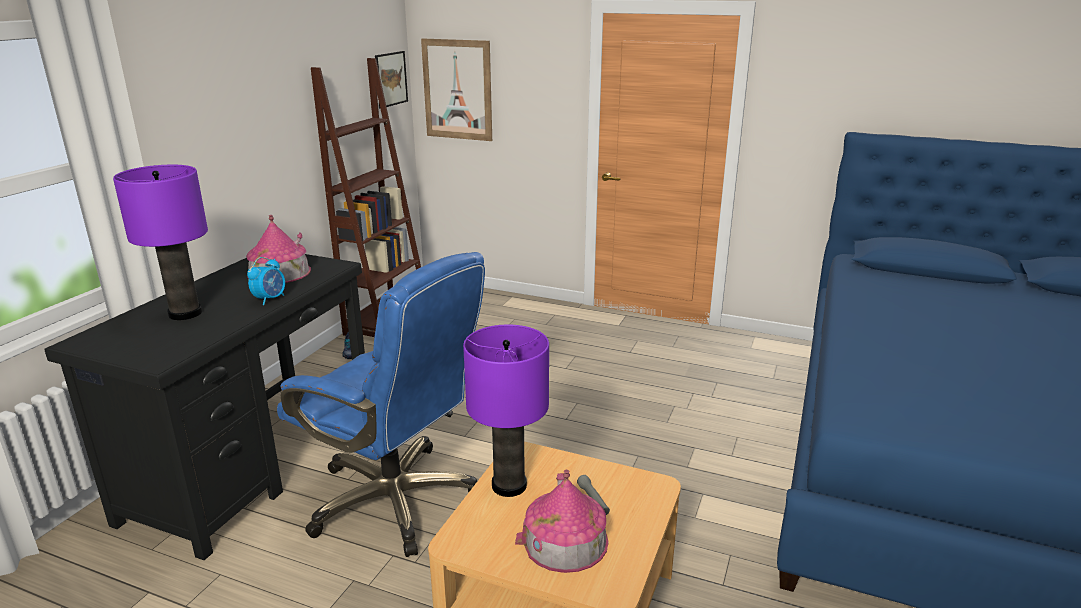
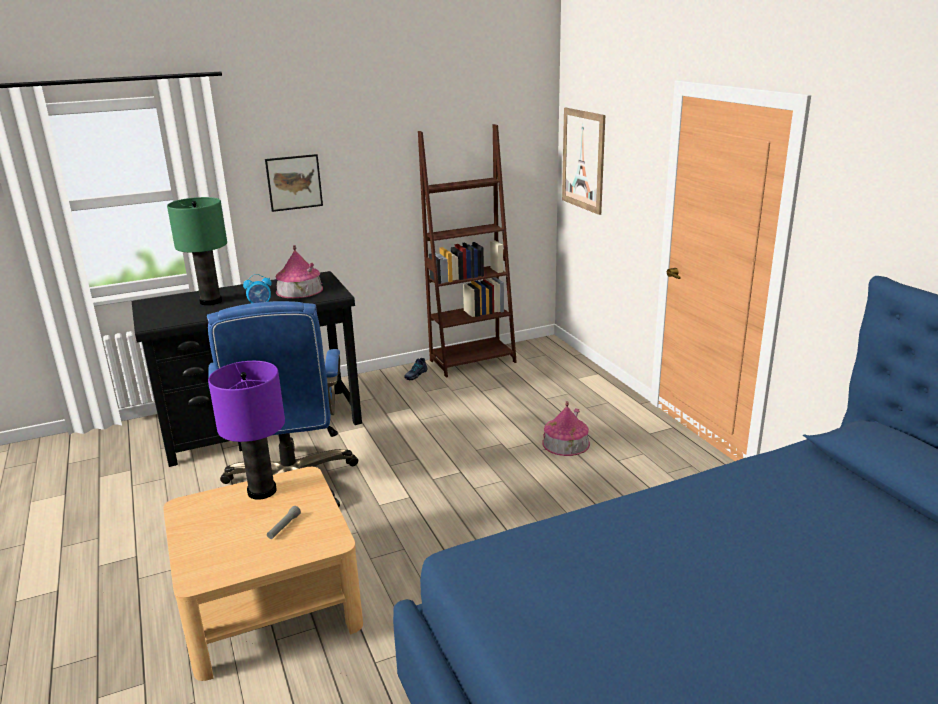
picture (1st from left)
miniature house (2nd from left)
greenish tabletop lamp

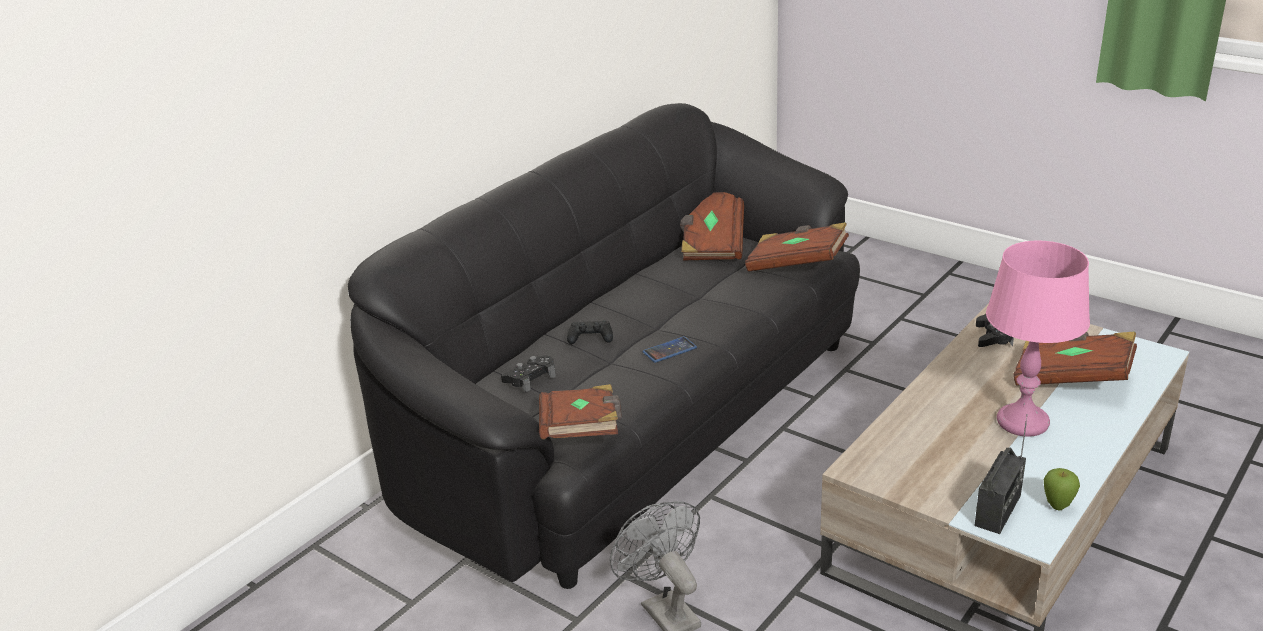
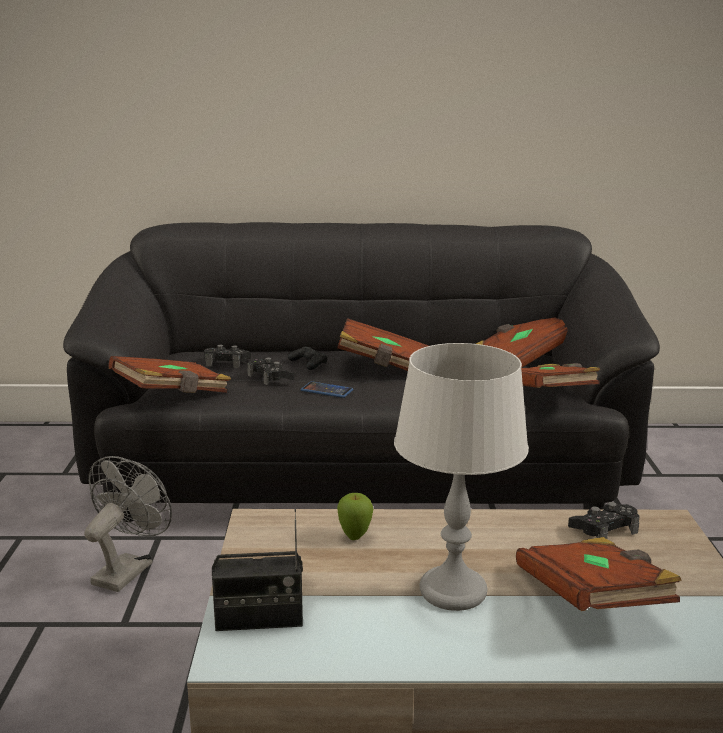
black gamepad (2nd from left)
brownish book (2nd from left)
whole apple
grey tabletop lamp

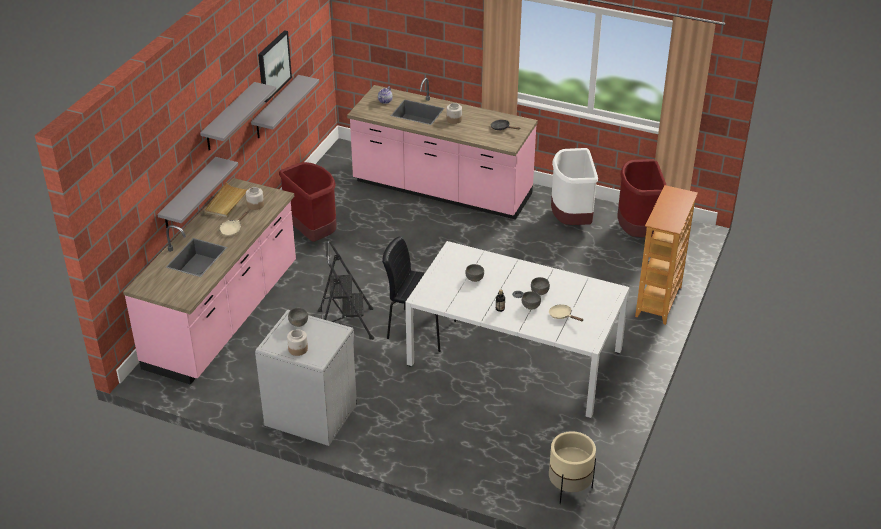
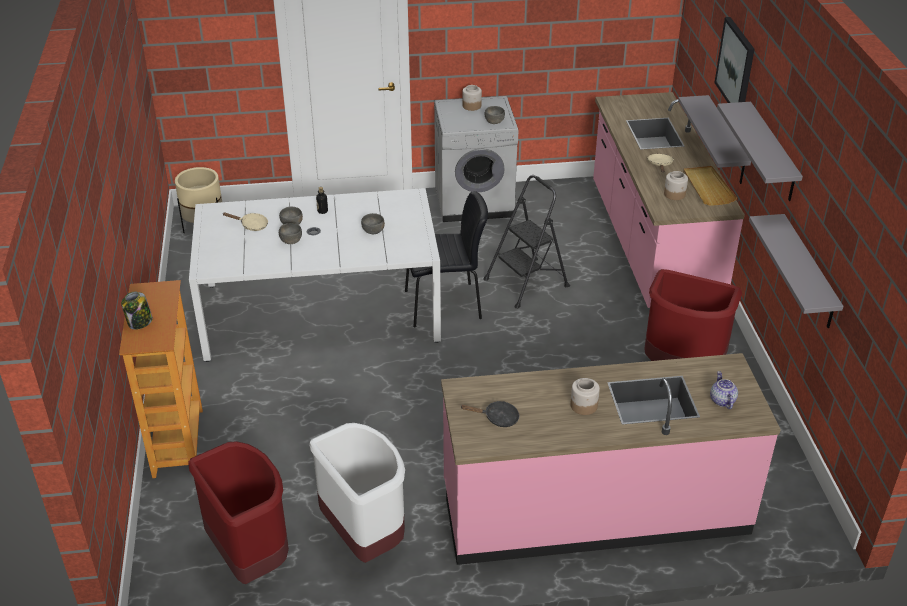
storage jar (1st from left)
picture

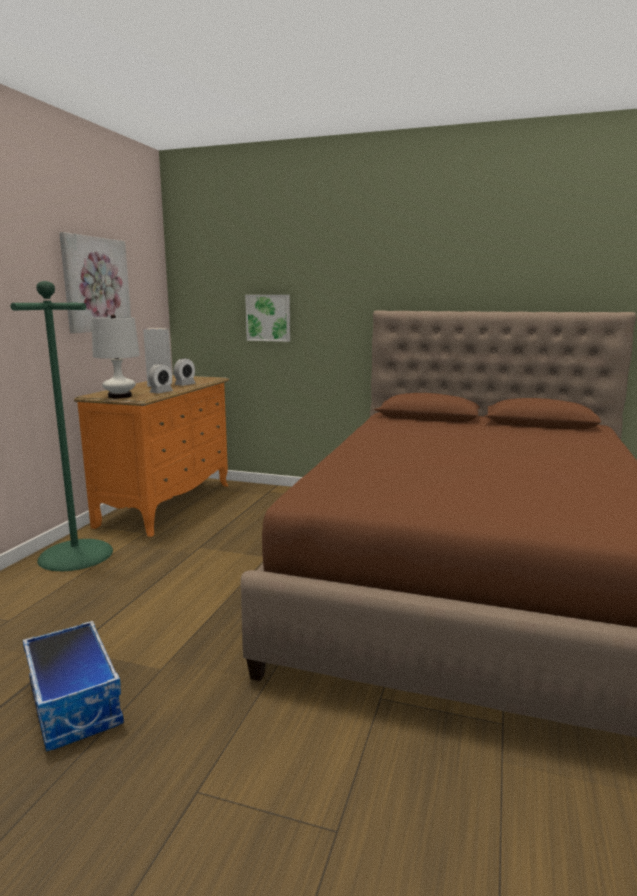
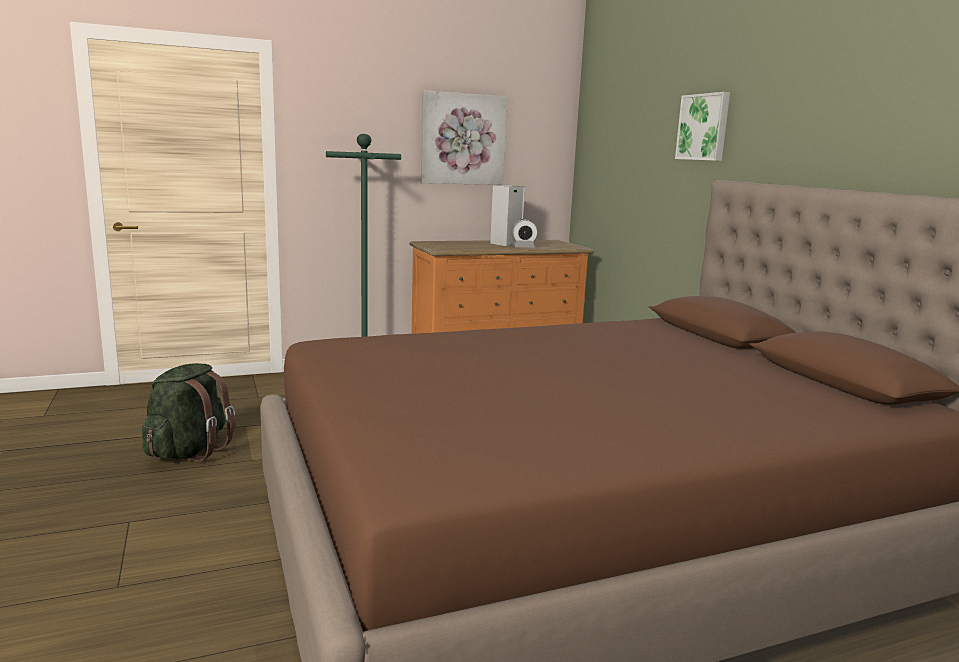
whitish tabletop lamp
table clock (1st from left in the first image)
picture (2nd from left)
greenish backpack

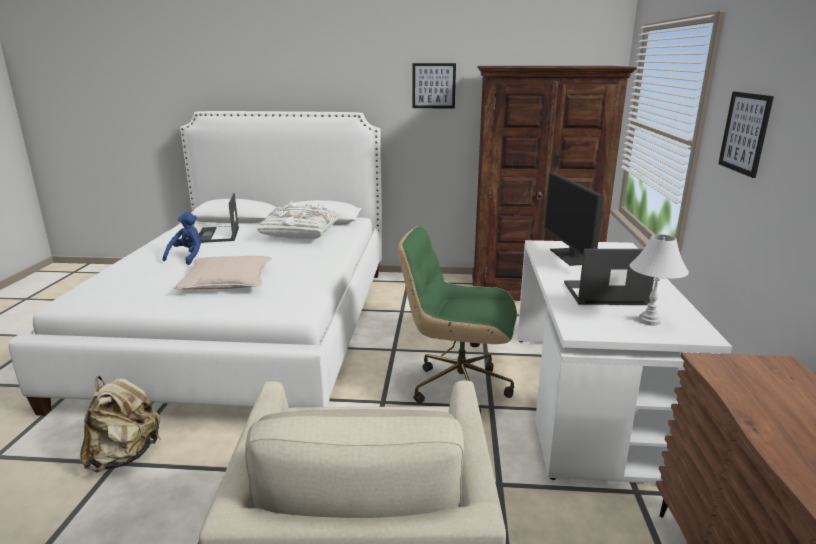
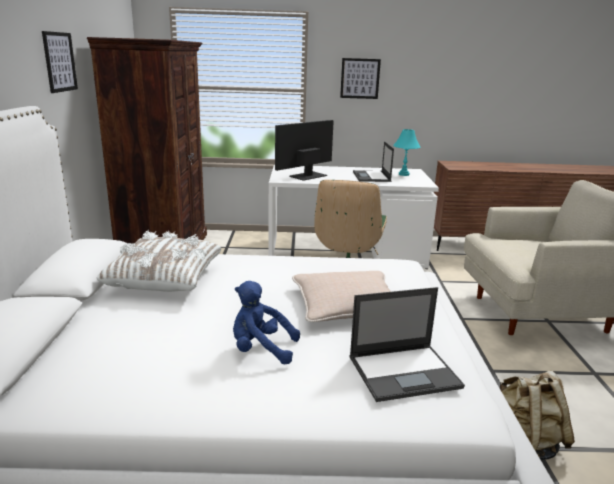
notebook computer (2nd from left)
turquoise tabletop lamp
computer display

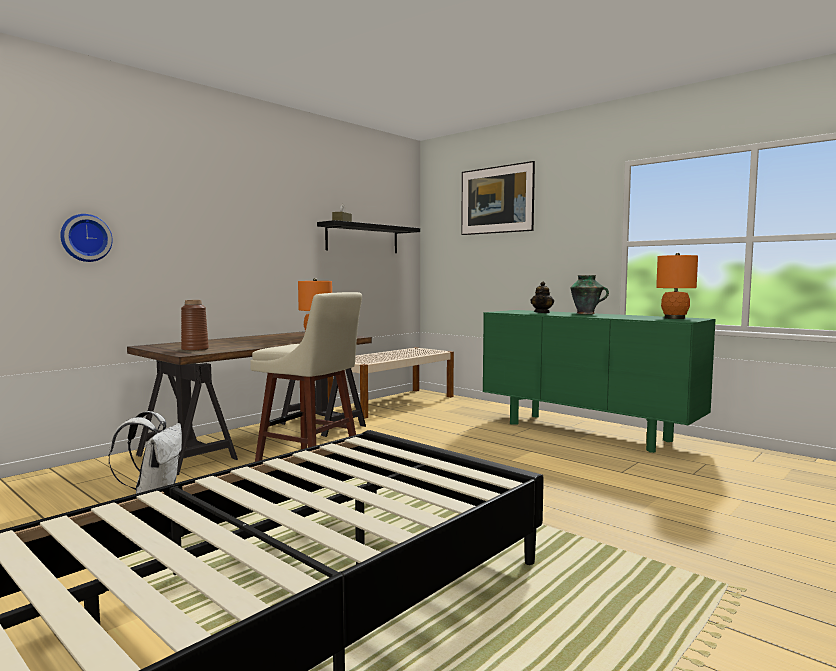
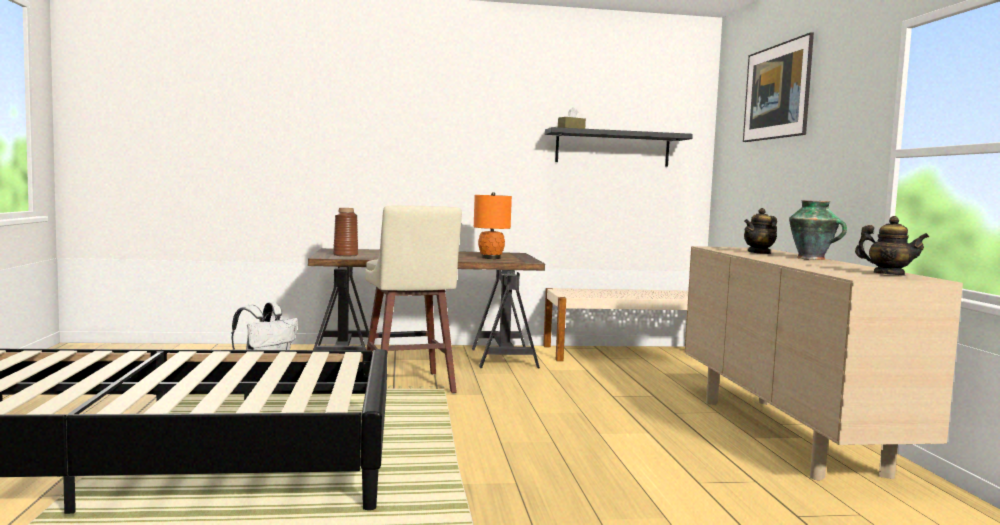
clock on the wall
pot for tea (2nd from left)
beige-coloured dresser

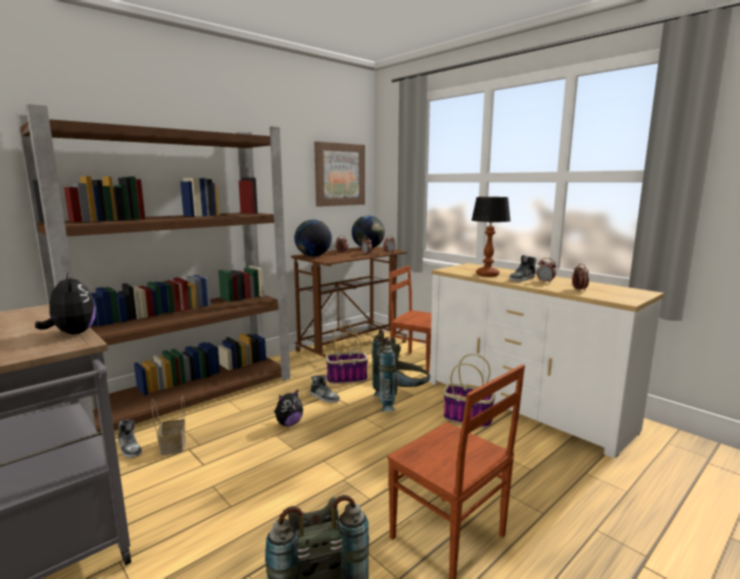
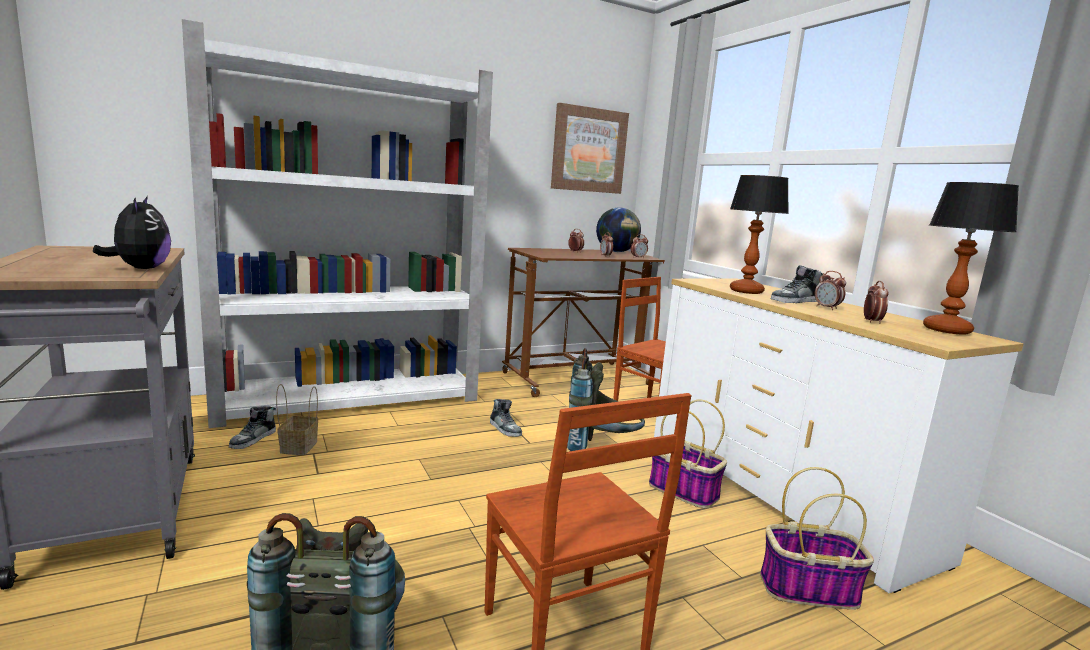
soft toy (2nd from left in the first image)
world globe (1st from left in the first image)
tabletop lamp (2nd from left)
basket (3rd from left)
whitish shelving unit
shoe (1st from left)

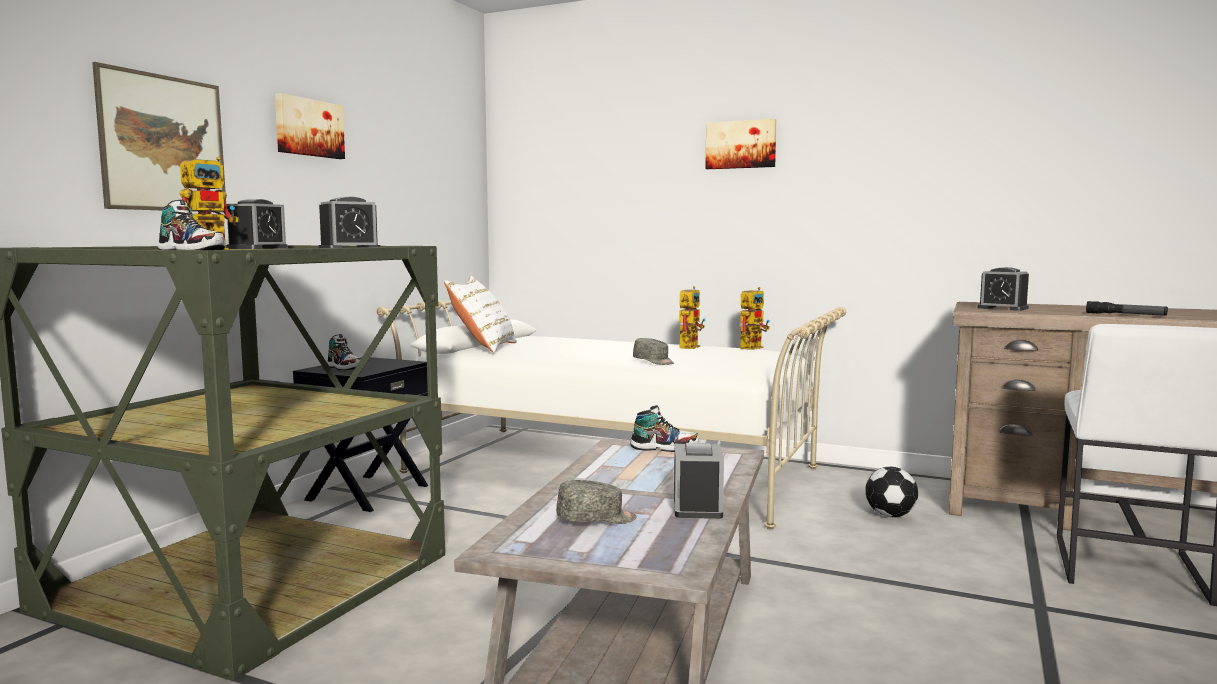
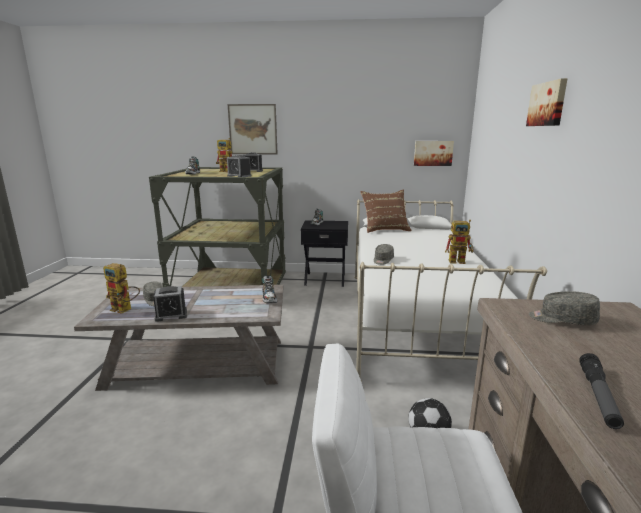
picture (2nd from left)
robot figure (1st from left)
grey baseball cap (3rd from left)
brownish pillow

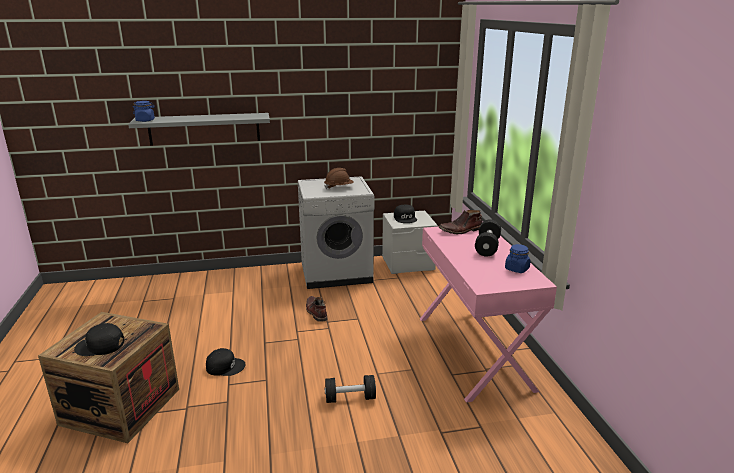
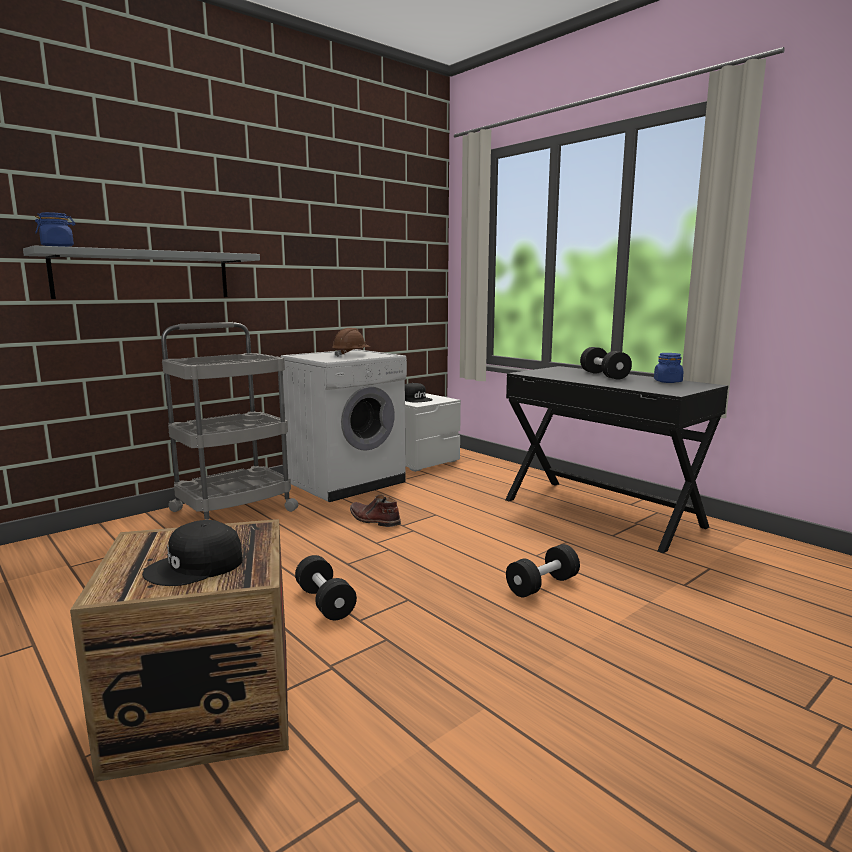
brownish boot (2nd from left in the first image)
grey cart
black free weight (1st from left)
black console table

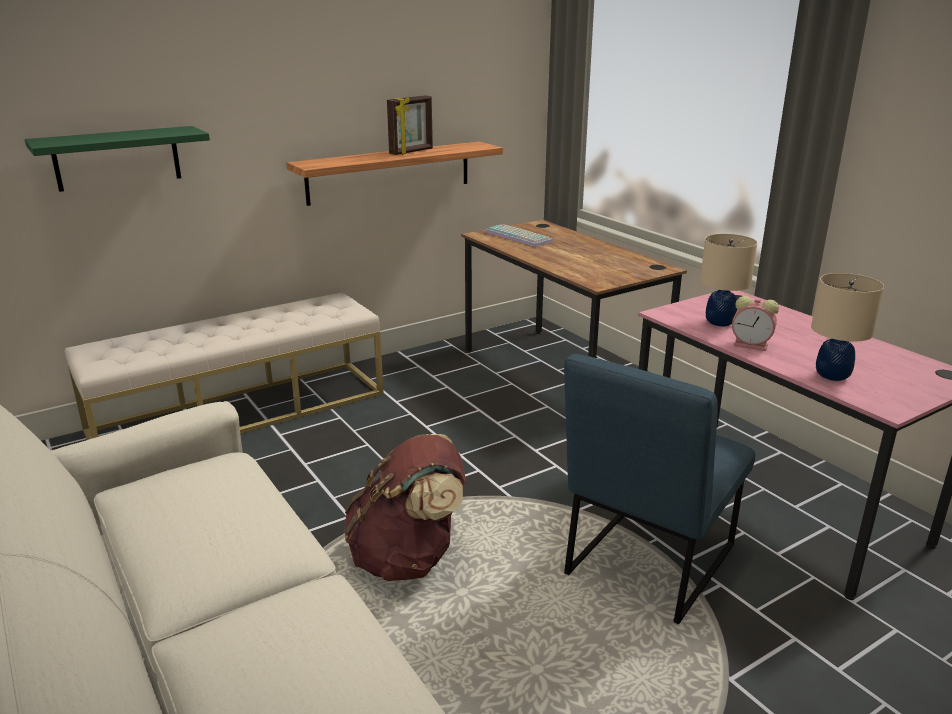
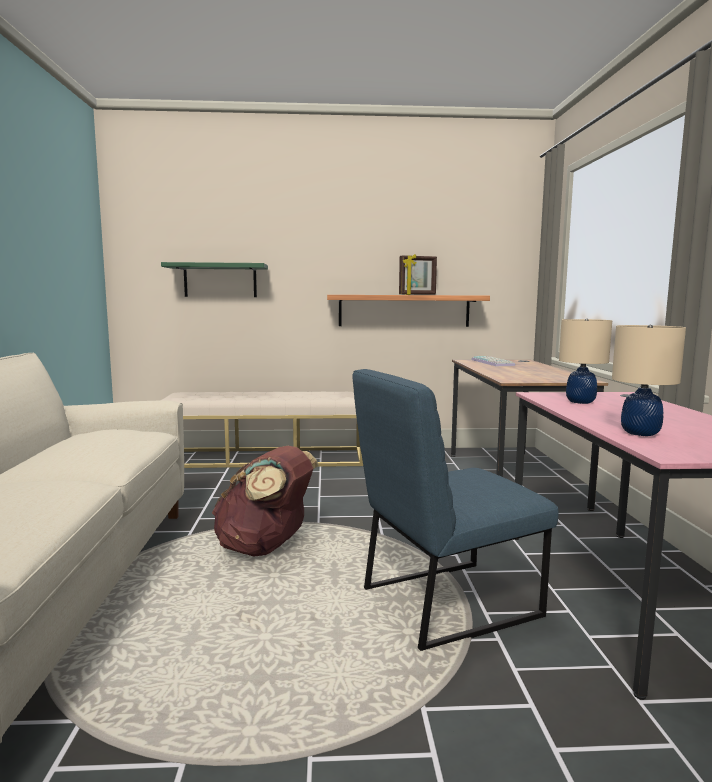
table clock

